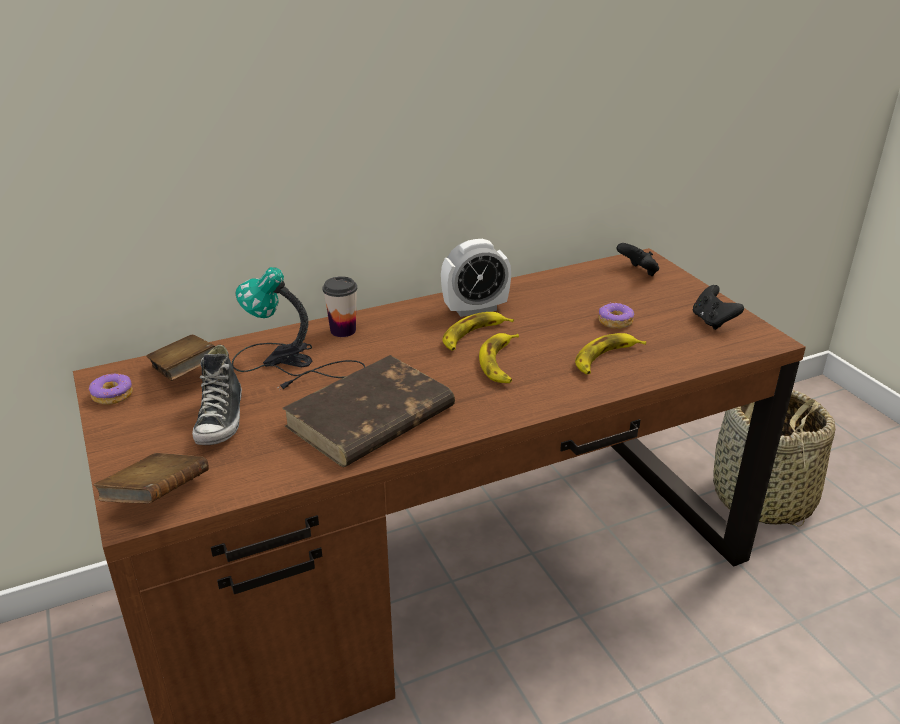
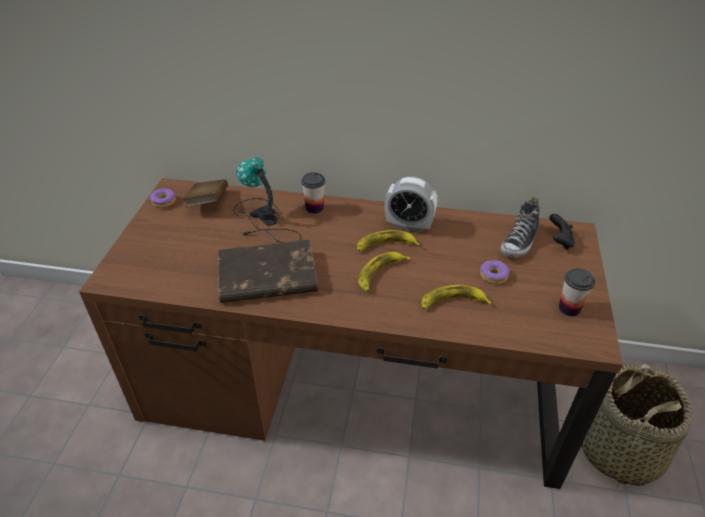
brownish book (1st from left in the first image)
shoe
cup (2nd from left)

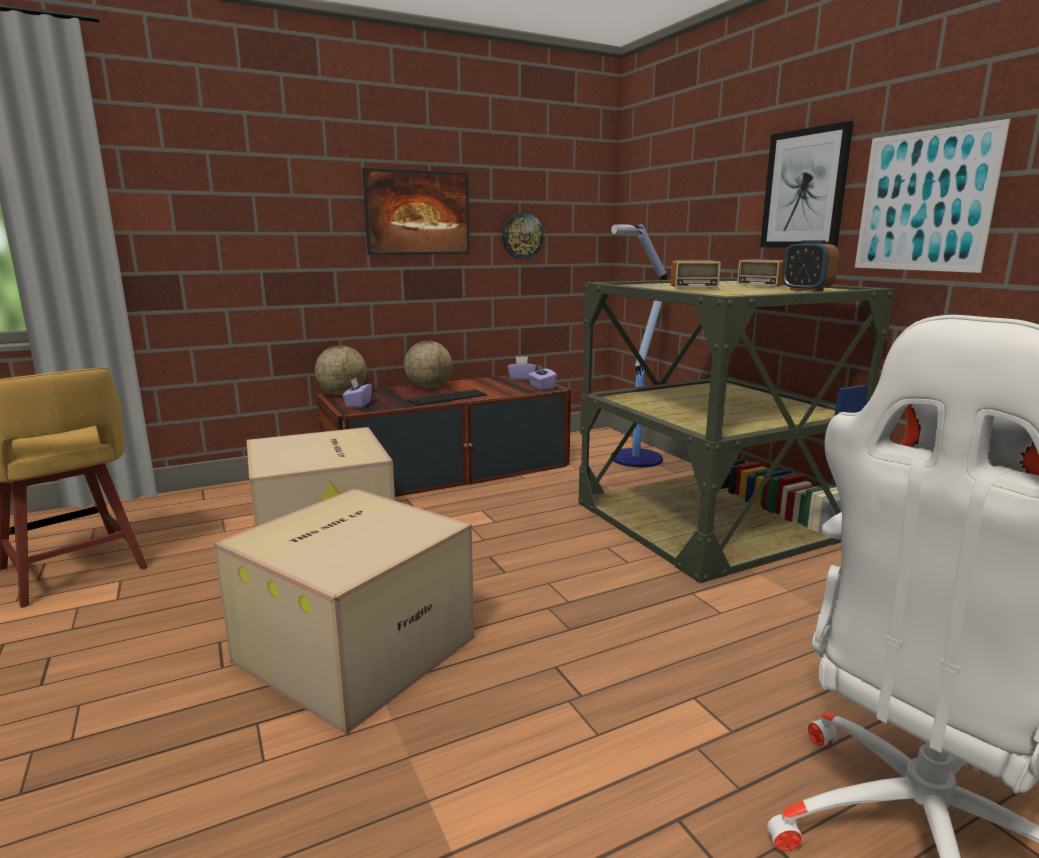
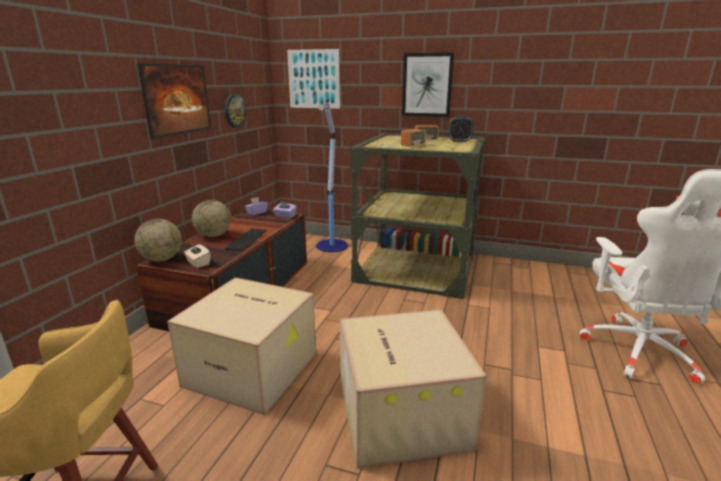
picture (2nd from left)
beige-coloured box of tissues

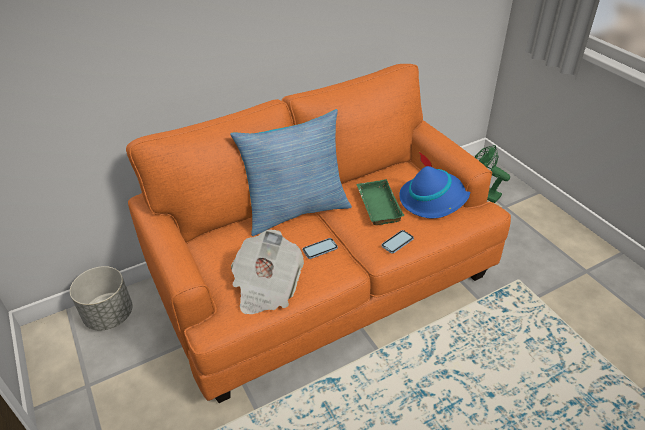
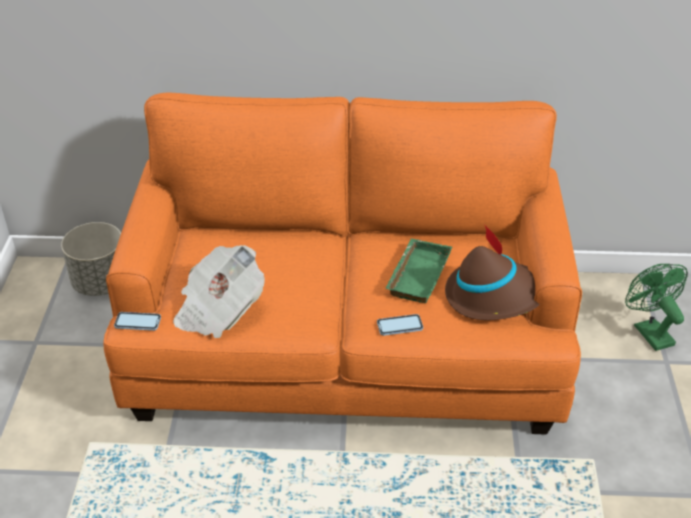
pillow
phone (1st from left)
brownish clothing hat

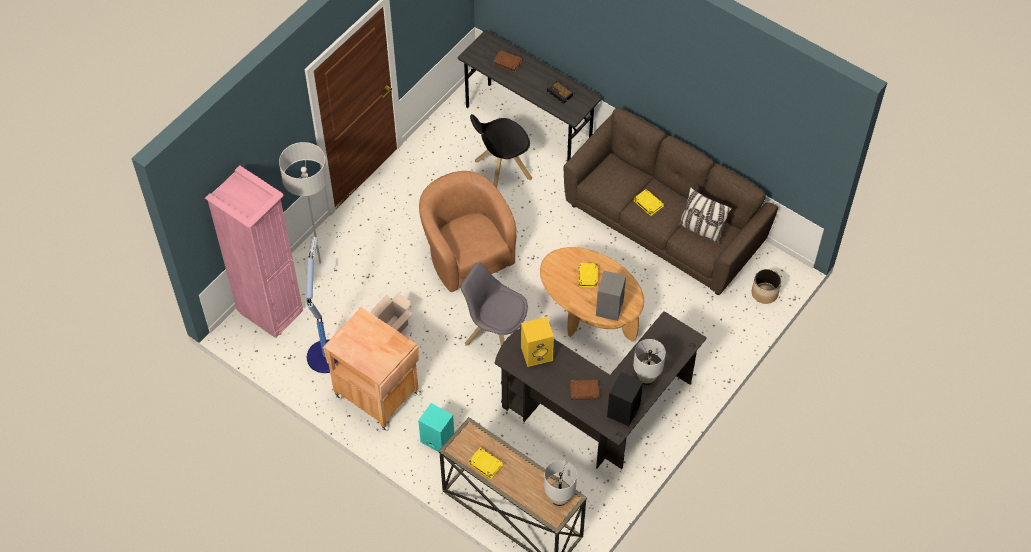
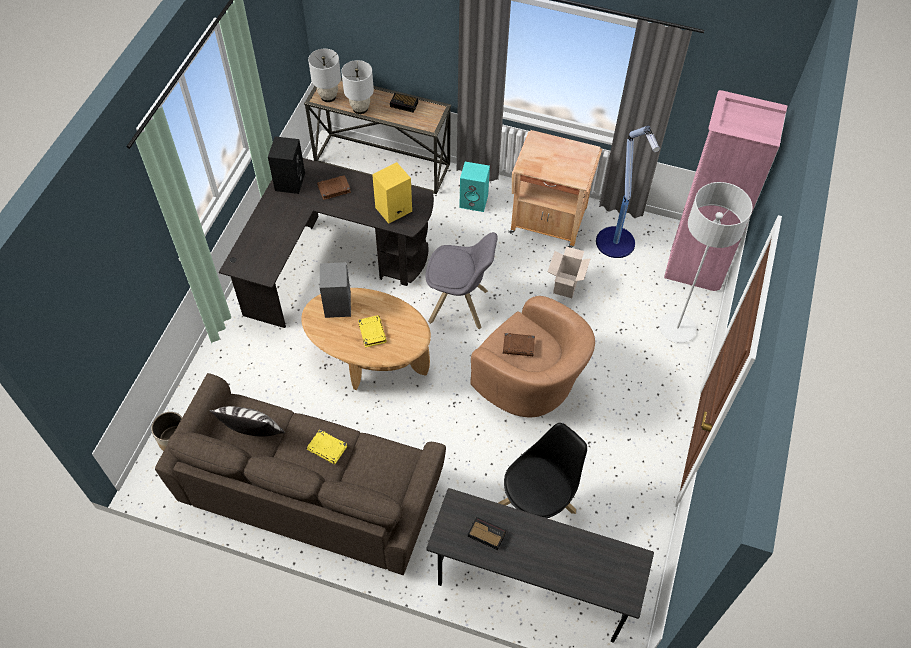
brownish book (2nd from left)
whitish tabletop lamp (2nd from left)
table clock (1st from left)

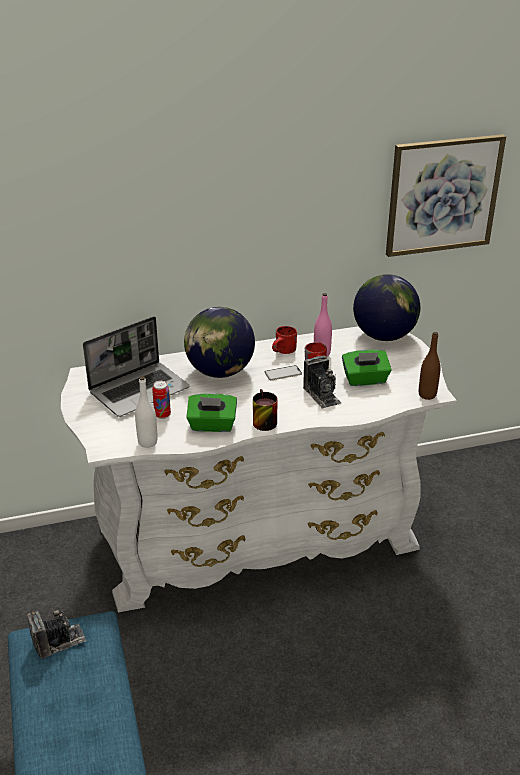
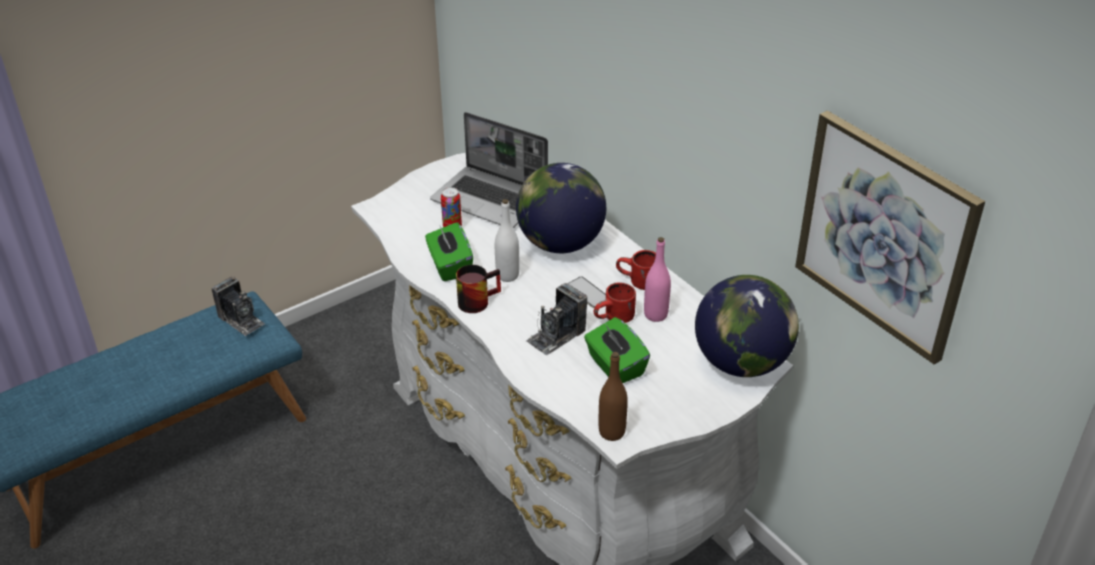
whitish bottle

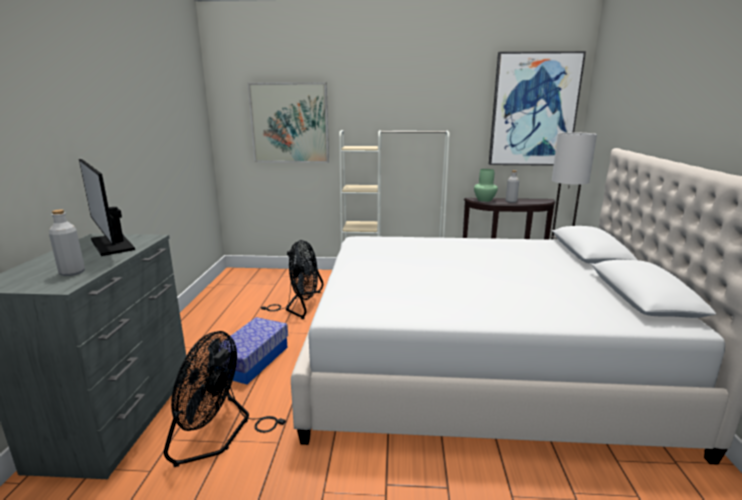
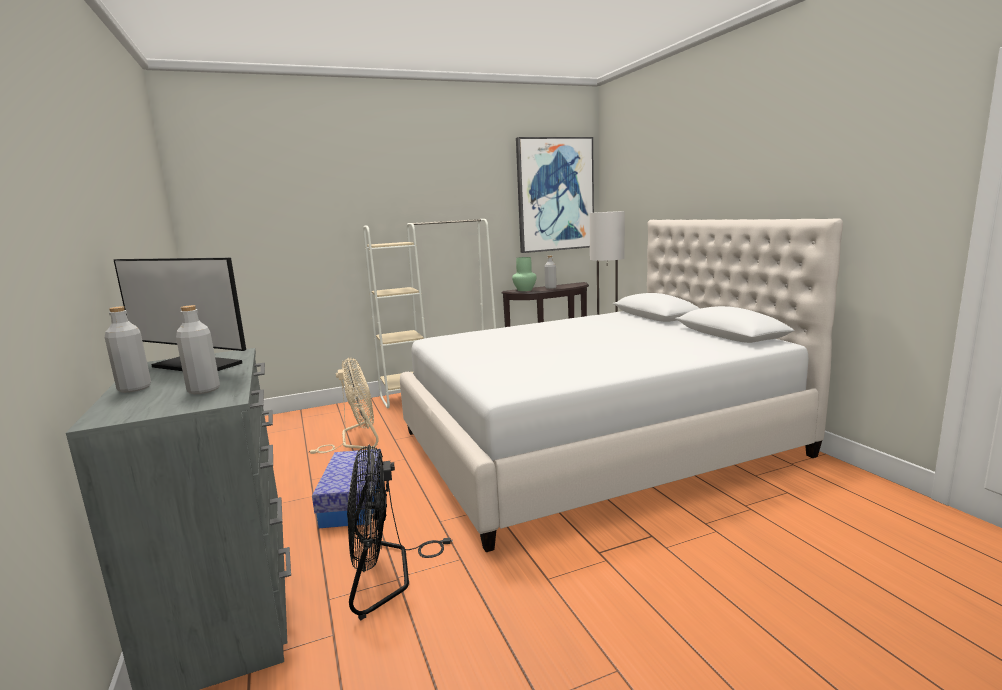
picture (1st from left in the first image)
grey bottle (1st from left)
beige-coloured fan

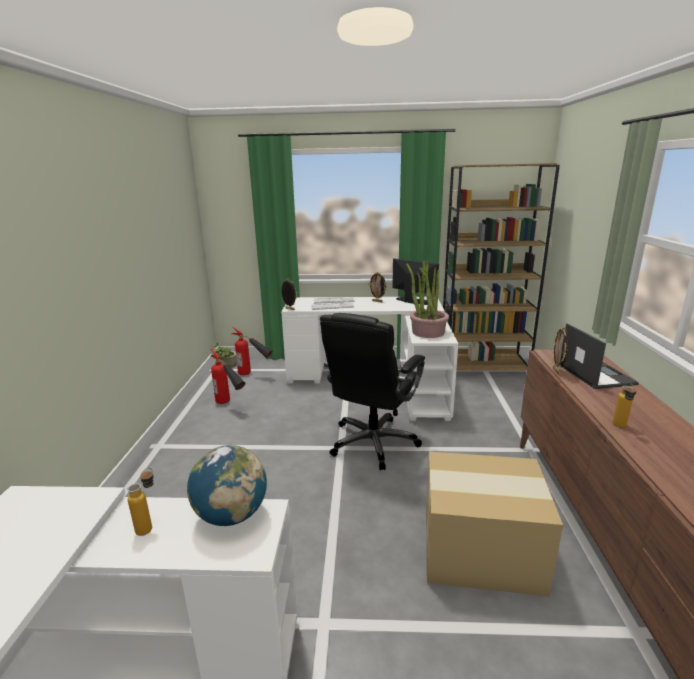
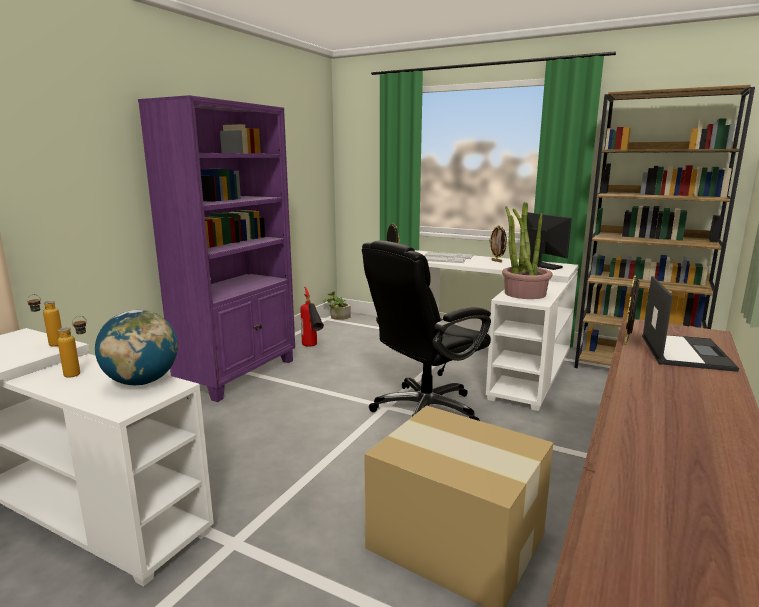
extinguisher (2nd from left in the first image)
purple shelving unit
bottle (1st from left)

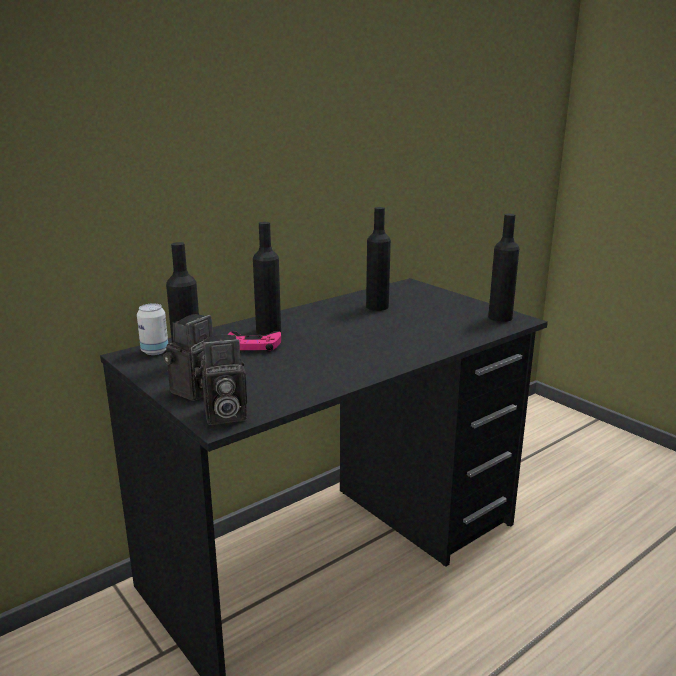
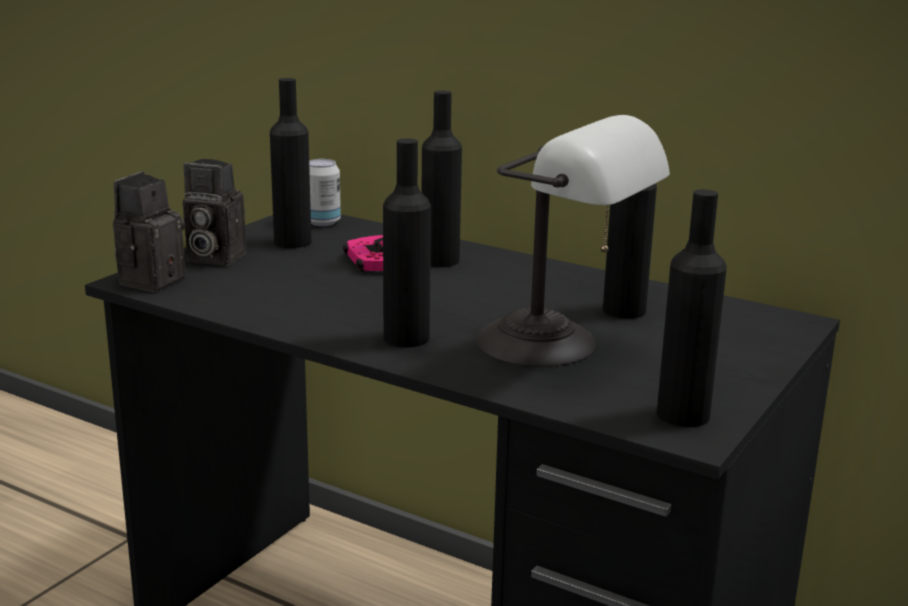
black bottle (2nd from left)
tabletop lamp
still camera (1st from left)

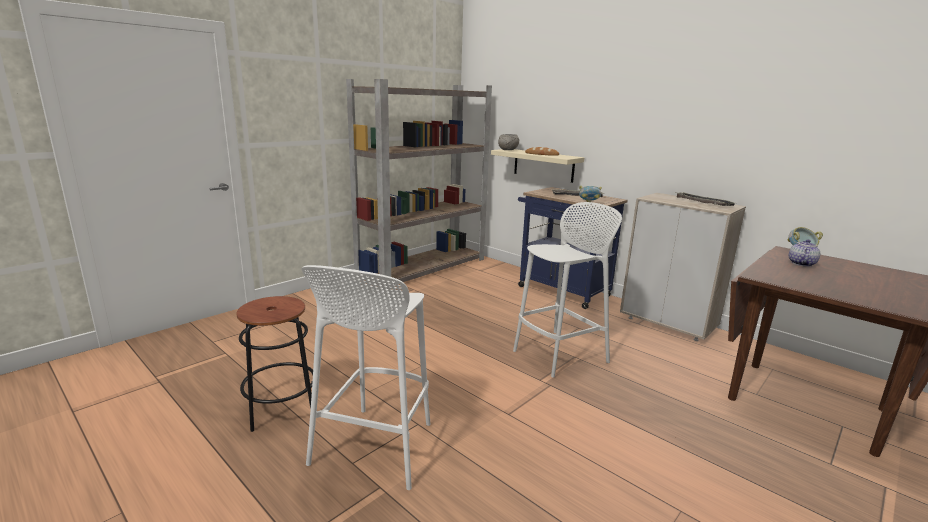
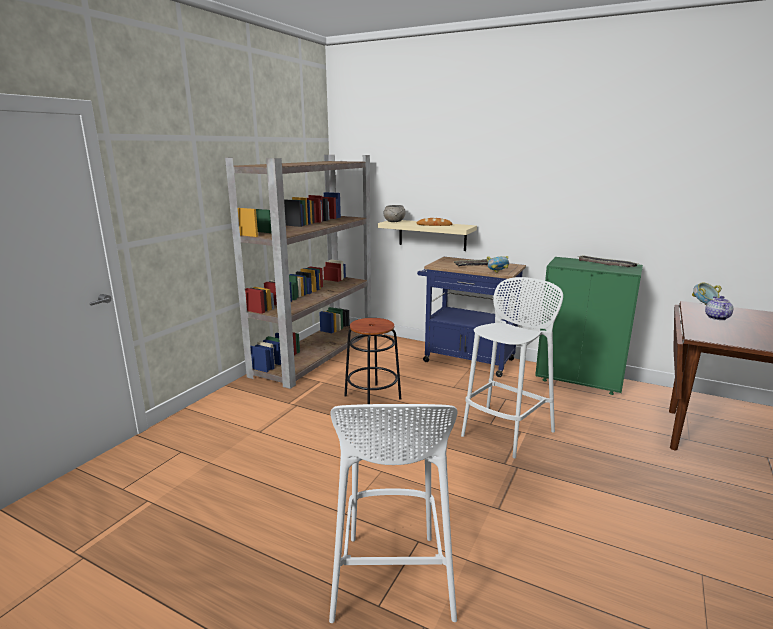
black sitting stool
greenish cabinet

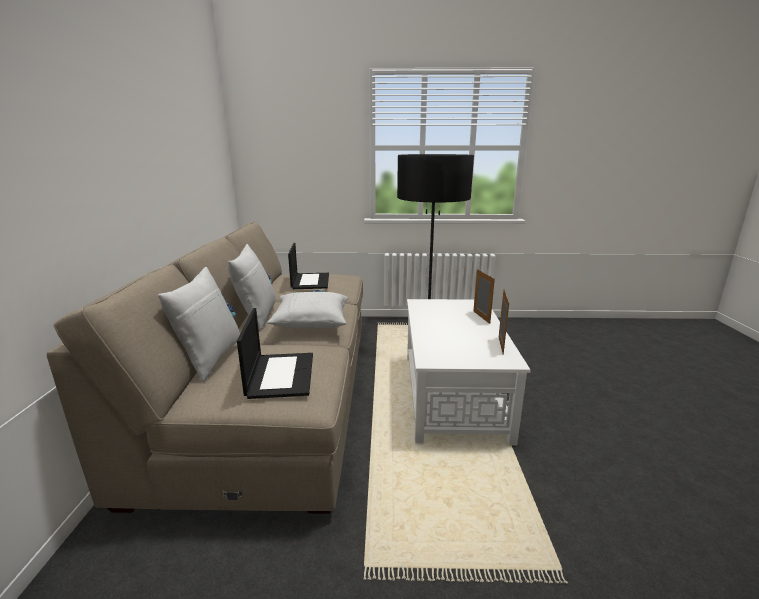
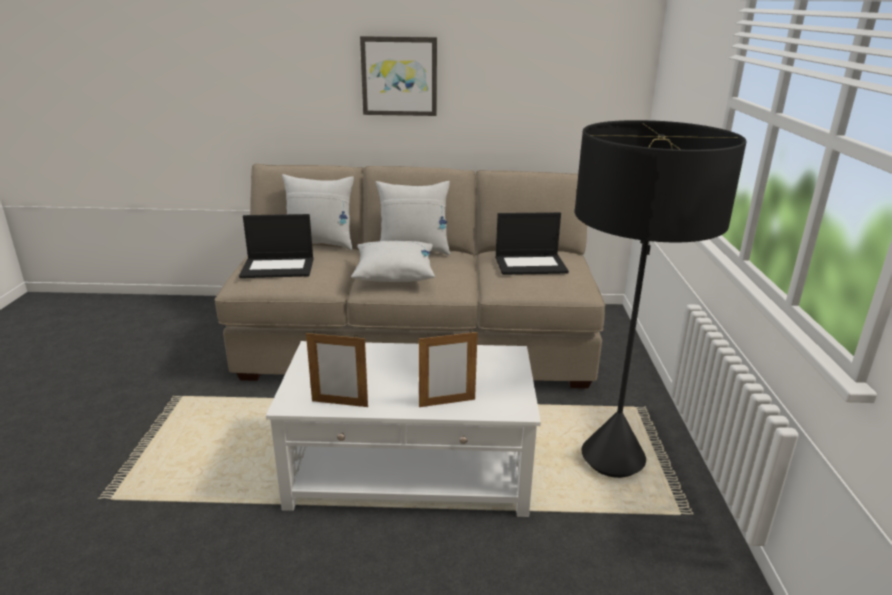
picture

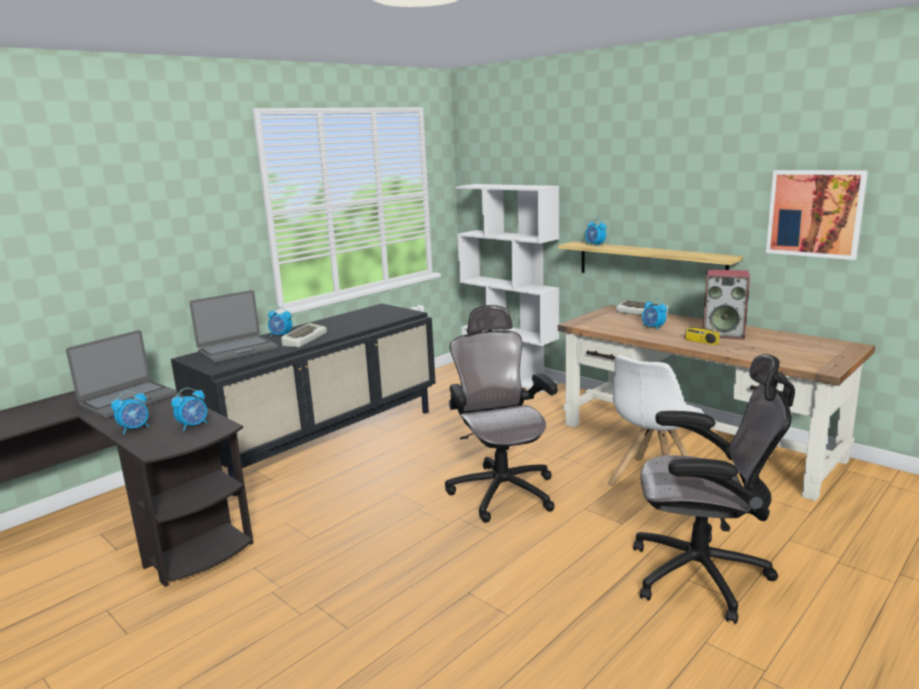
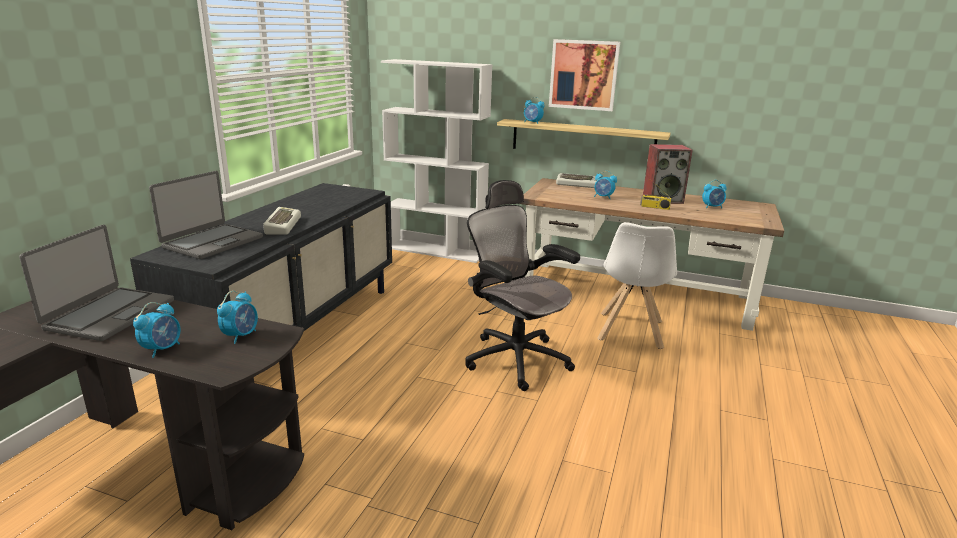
office chair (2nd from left in the first image)
table clock (5th from left)
picture

